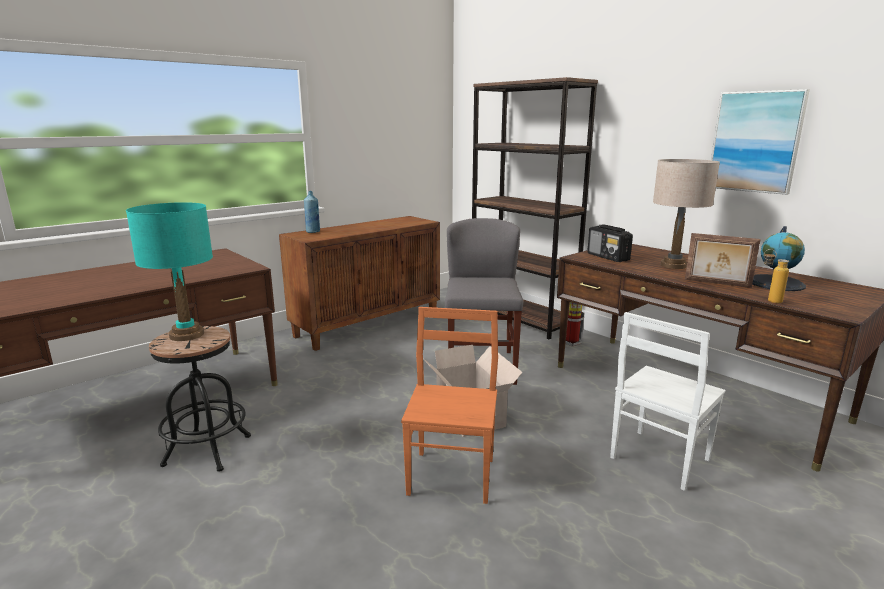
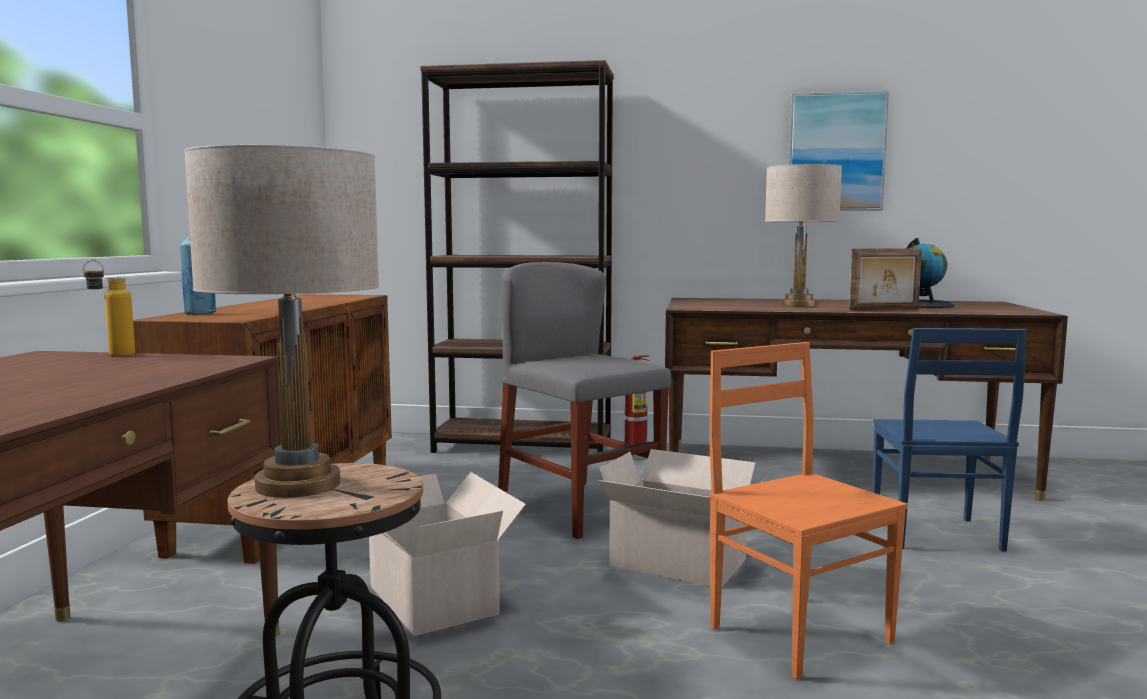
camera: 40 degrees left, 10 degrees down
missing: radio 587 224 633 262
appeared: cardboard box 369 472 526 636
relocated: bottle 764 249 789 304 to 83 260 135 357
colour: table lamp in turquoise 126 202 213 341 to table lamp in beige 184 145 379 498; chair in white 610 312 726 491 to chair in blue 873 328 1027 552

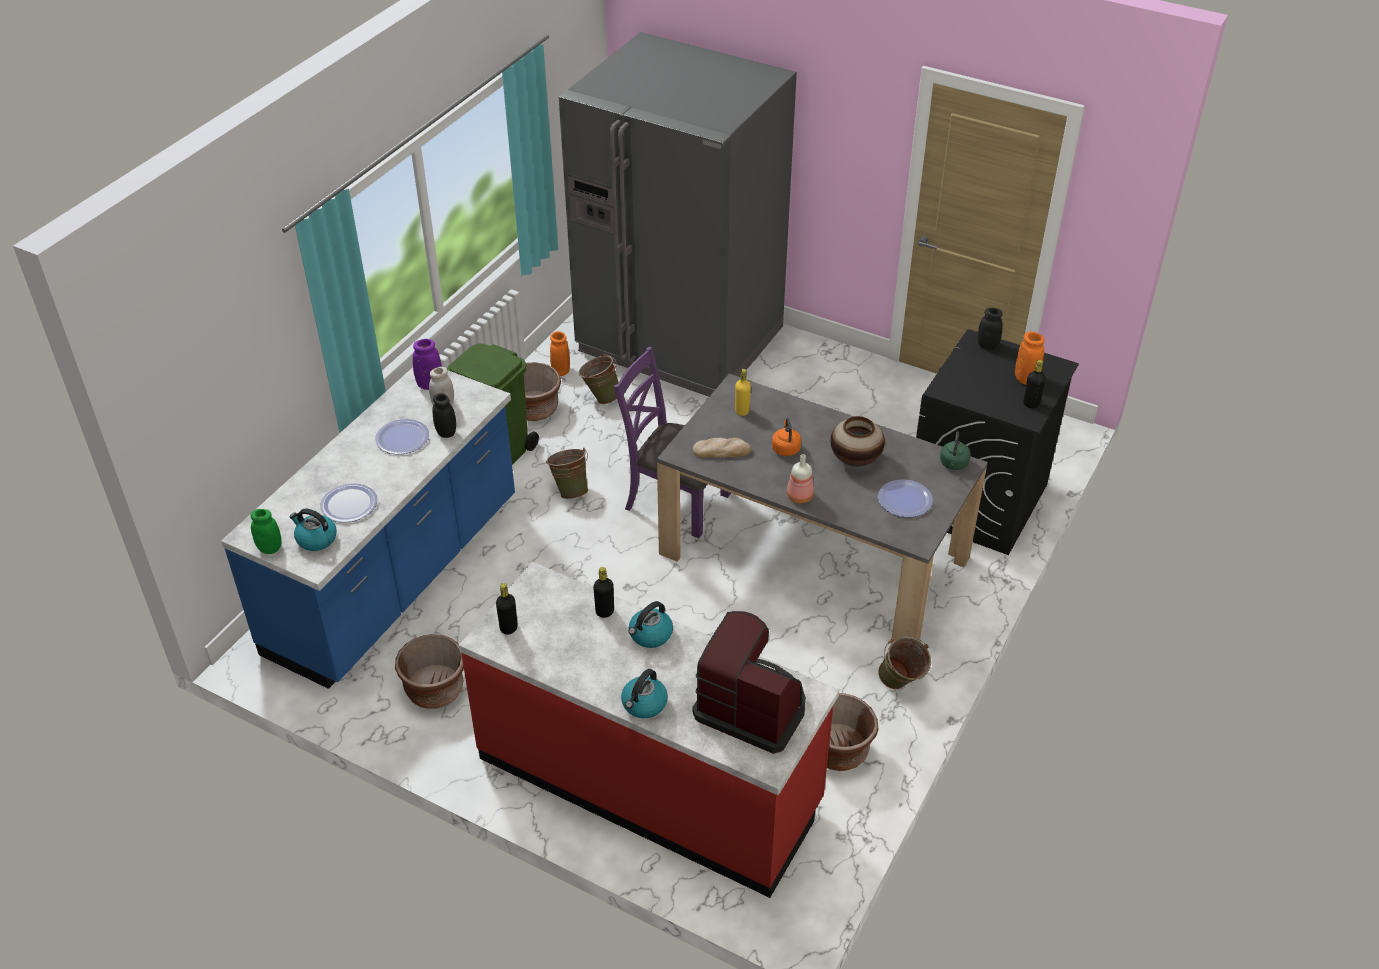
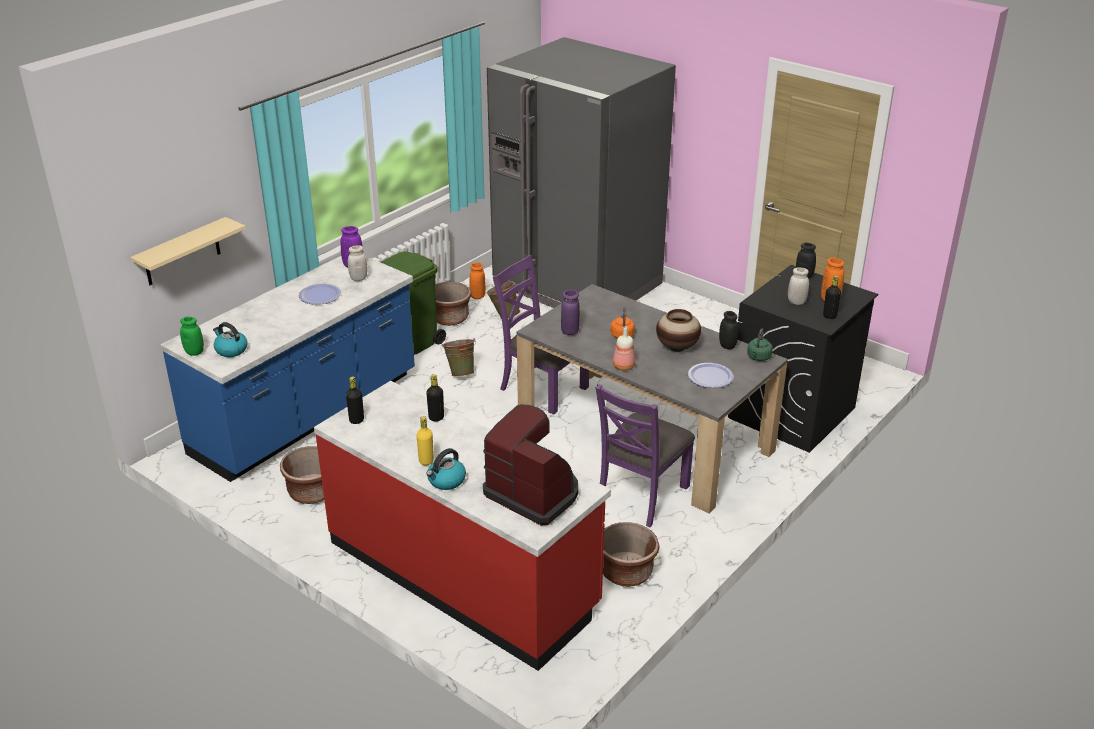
camera: 10 degrees right, 10 degrees down
missing: plate 320 483 377 523; kettle 629 601 673 648; bucket in green 878 636 931 689
appeared: shelf in beige 130 217 246 285; chair in purple 596 384 695 527; jar in white 788 267 809 305
relocated: jar in black 432 393 456 438 to 719 311 739 349; bottle in yellow 735 369 751 416 to 417 416 434 466
exchanged: bread 693 438 751 458 to vase in purple 561 289 580 335

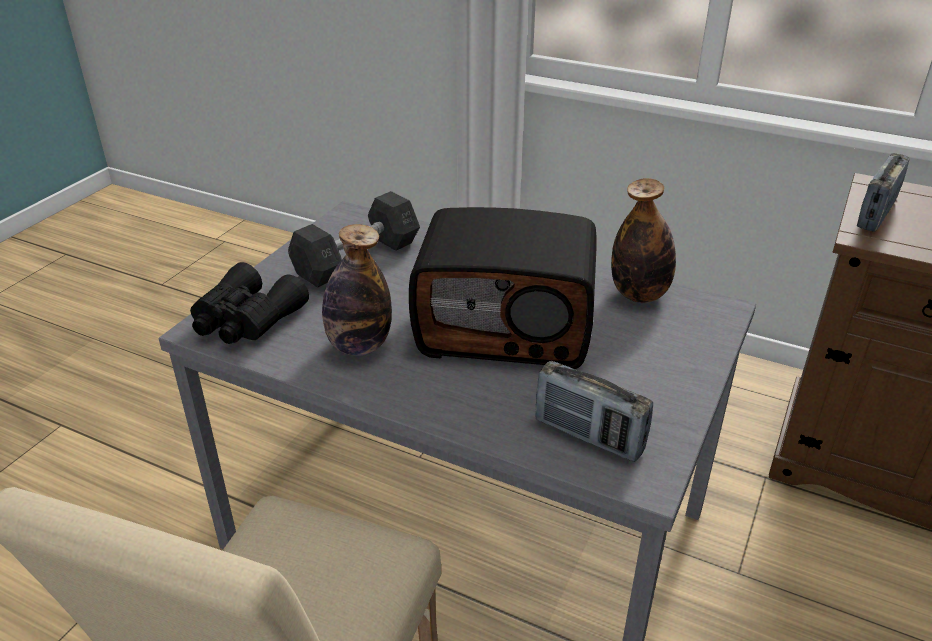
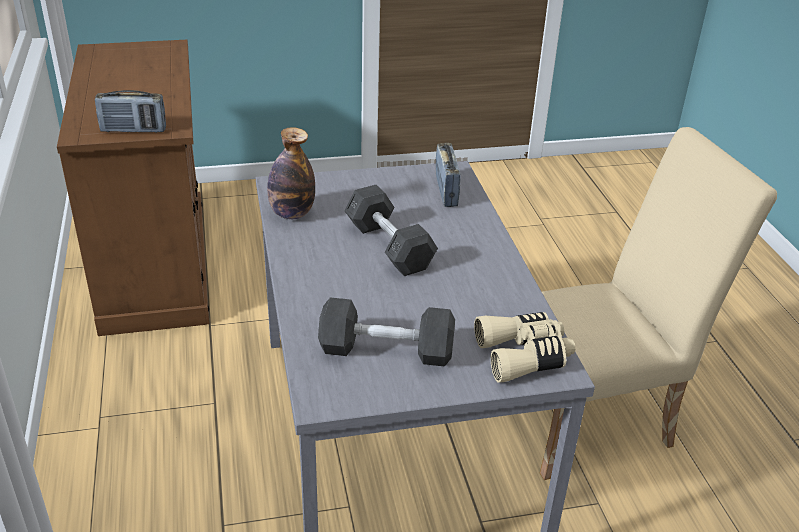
camera: 130 degrees left, 0 degrees up
missing: bottle 322 224 392 356
exchanged: radio 409 207 597 369 to dumbbell in grey 344 185 438 276
colour: binoculars in black 190 262 309 344 to binoculars in beige 474 312 575 383

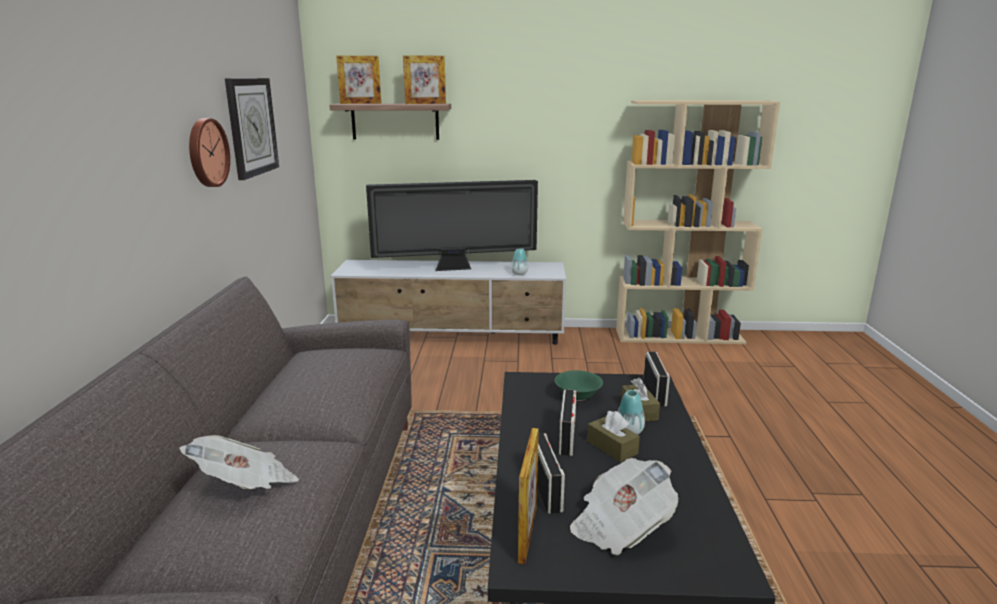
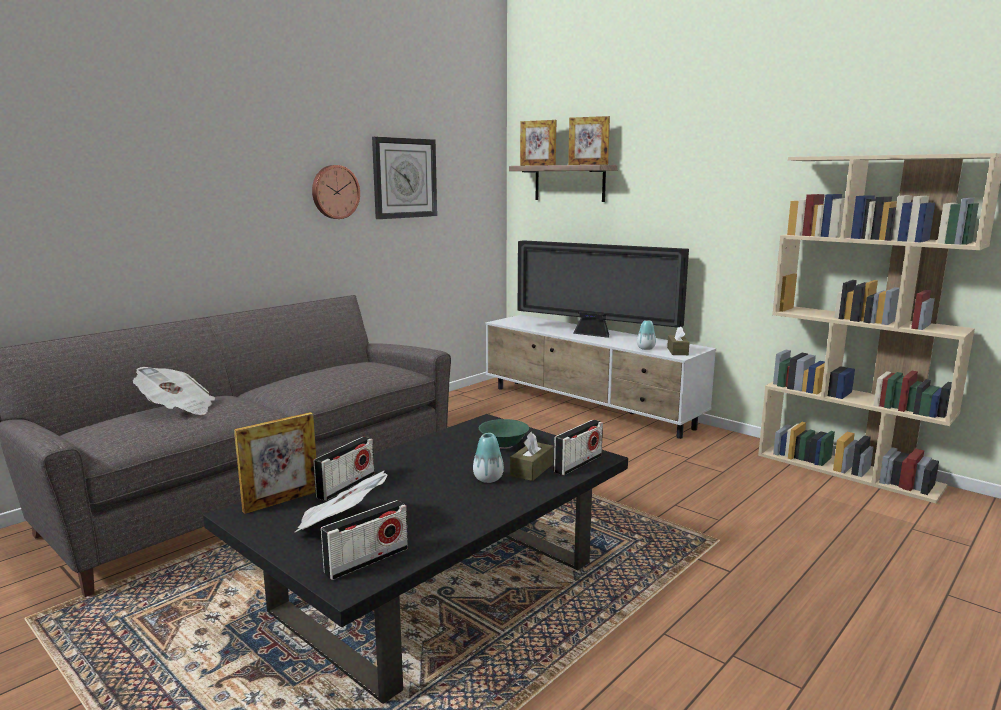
camera: 40 degrees right, 5 degrees down
relocated: radio 558 389 576 456 to 321 500 408 580; tissue box in brown 587 411 640 462 to 667 326 689 355

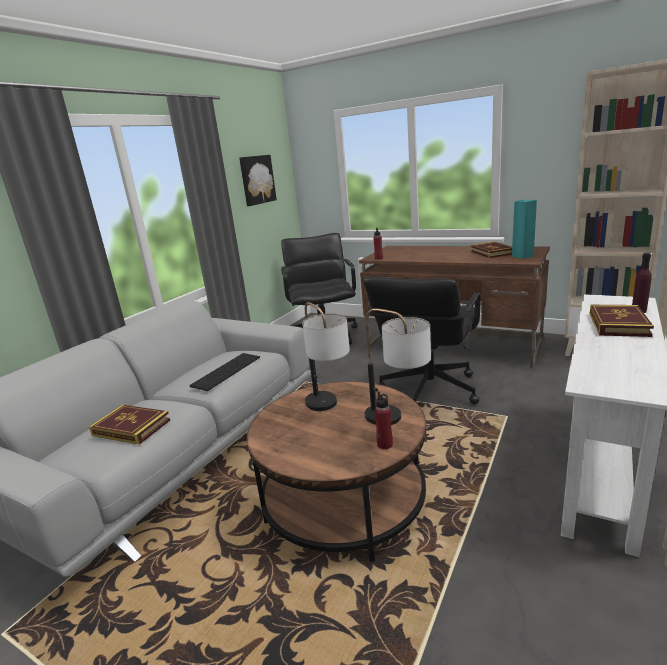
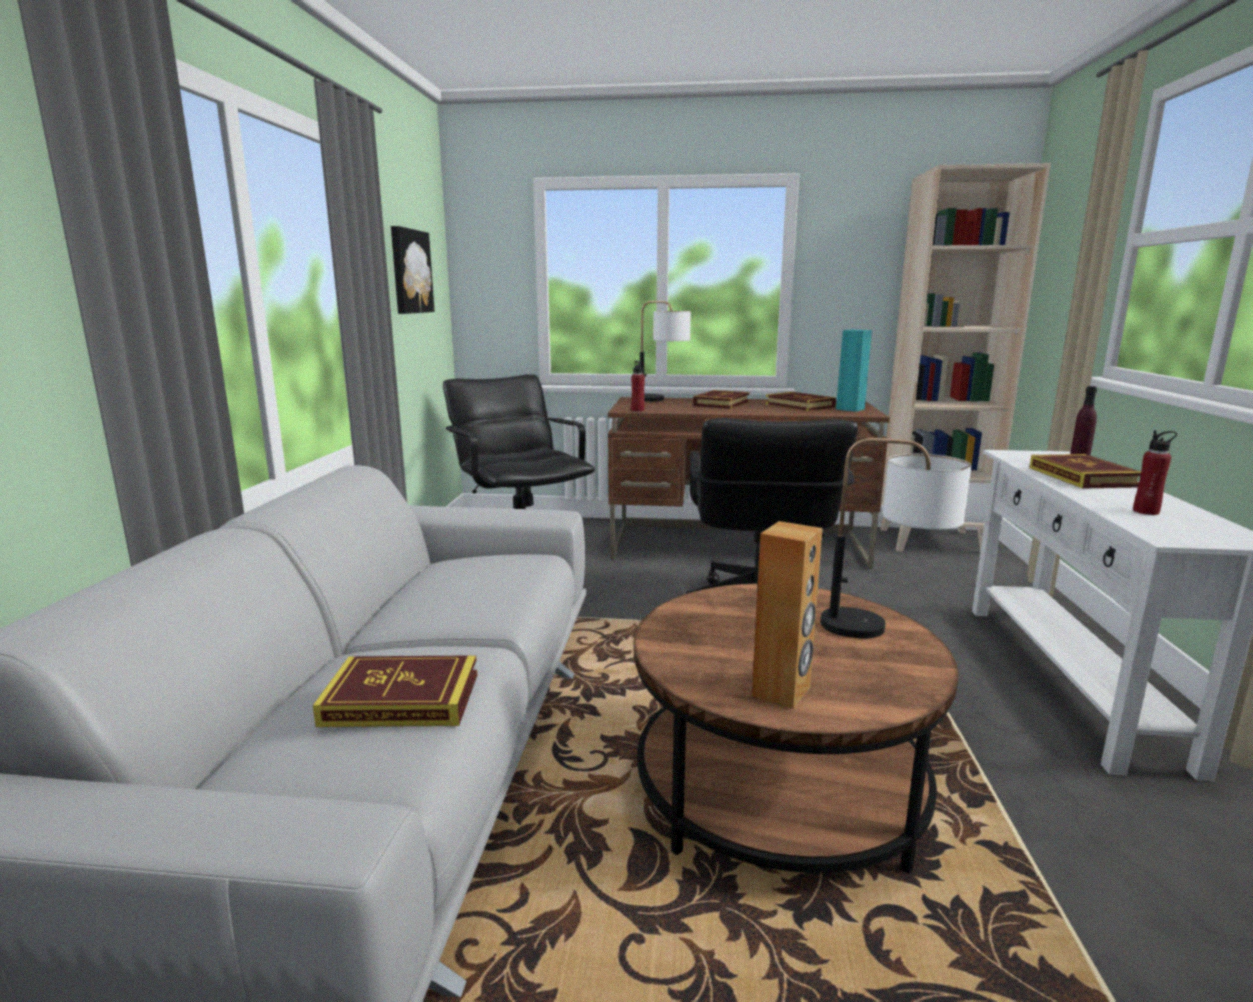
camera: 25 degrees left, 5 degrees down
missing: keyboard 189 353 260 391
appeared: book 693 390 750 409; speaker in brown 752 521 823 709
relocated: table lamp 302 302 350 411 to 640 301 691 402; bottle in red 375 392 393 449 to 1133 430 1177 515

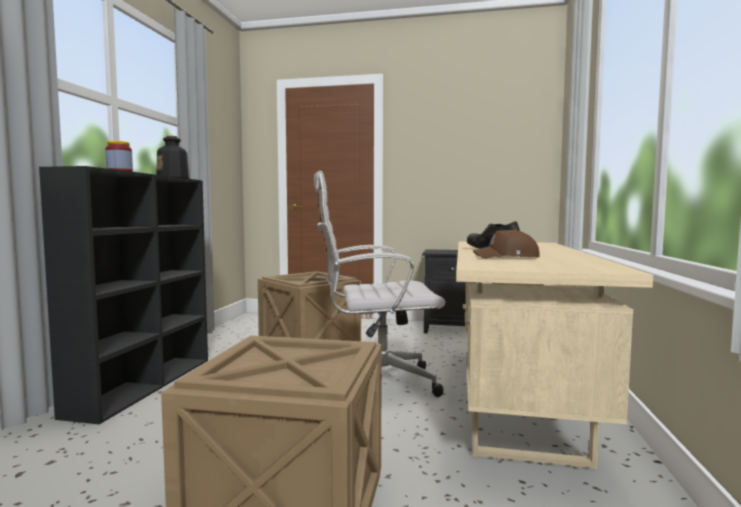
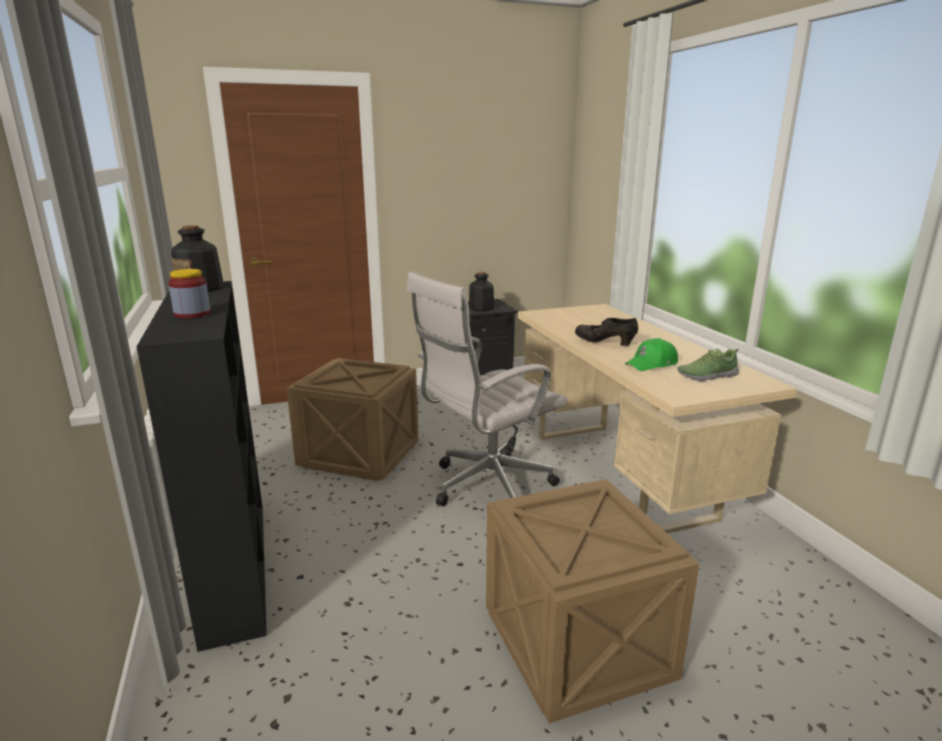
camera: 30 degrees left, 15 degrees up
appeared: bottle 469 272 494 311; shoe 678 349 739 381
colour: cap in brown 473 229 539 258 to cap in green 625 338 678 371

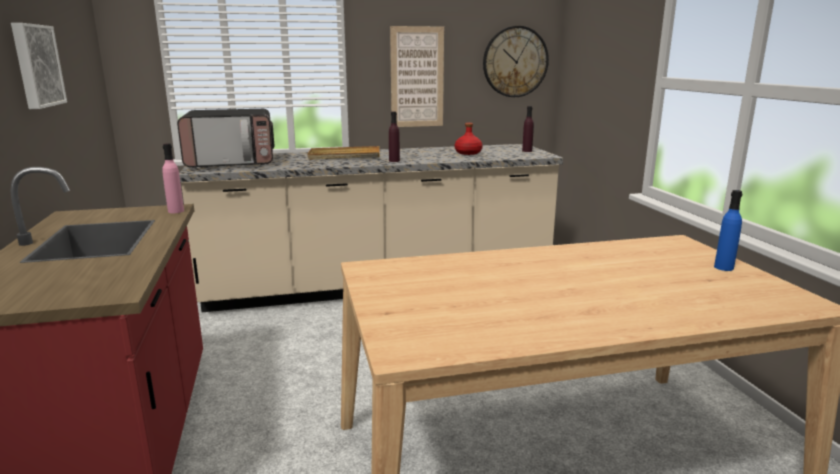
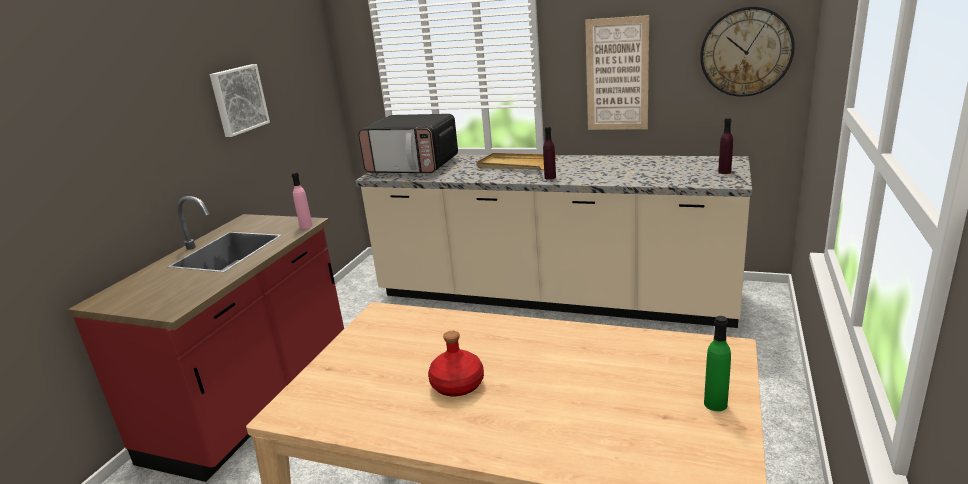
camera: 35 degrees right, 5 degrees up
relocated: bottle in red 455 123 483 155 to 428 331 484 396
colour: bottle in blue 714 190 742 271 to bottle in green 704 316 731 411

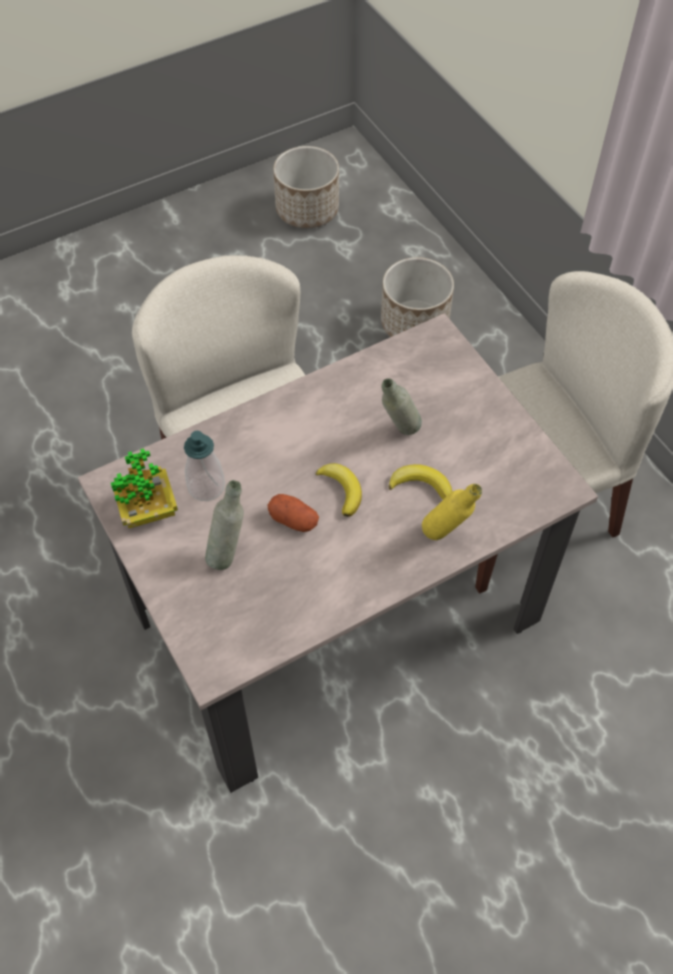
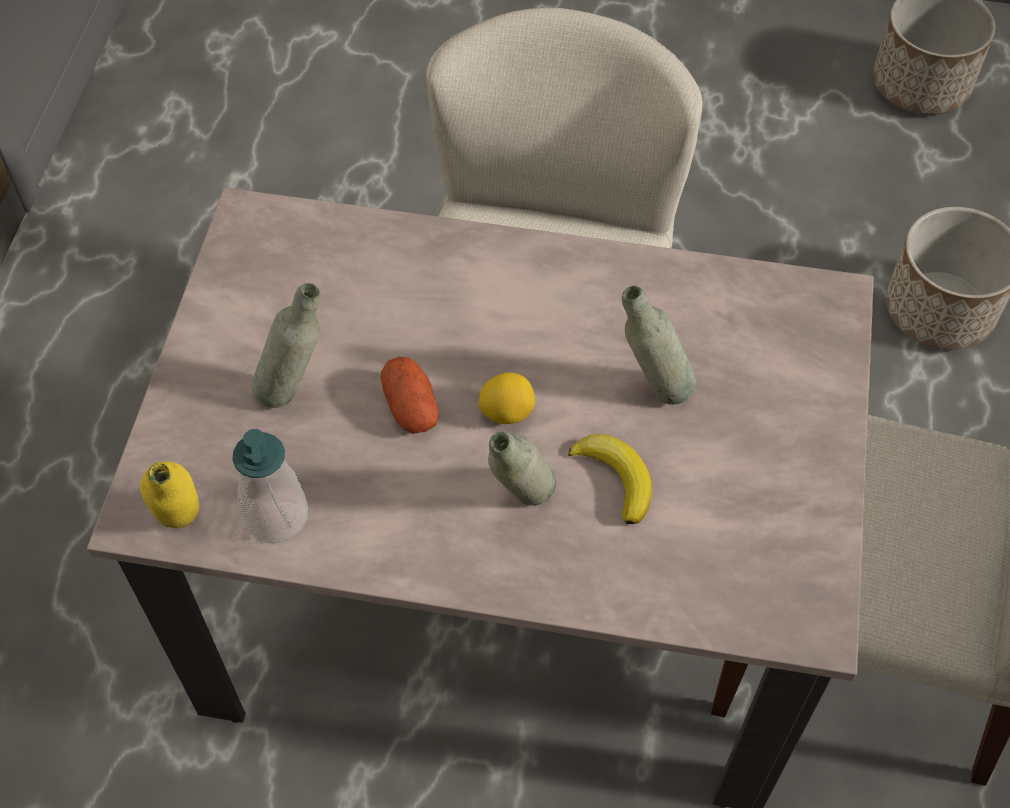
camera: 40 degrees right, 0 degrees up
missing: potted plant 111 448 178 528
appeared: bottle in grey 488 432 556 505
relocated: soap dispenser 184 431 225 501 to 232 429 308 543; bottle in yellow 422 484 482 540 to 140 462 199 528
exchanged: banana 316 463 362 517 to lemon 479 372 535 424

